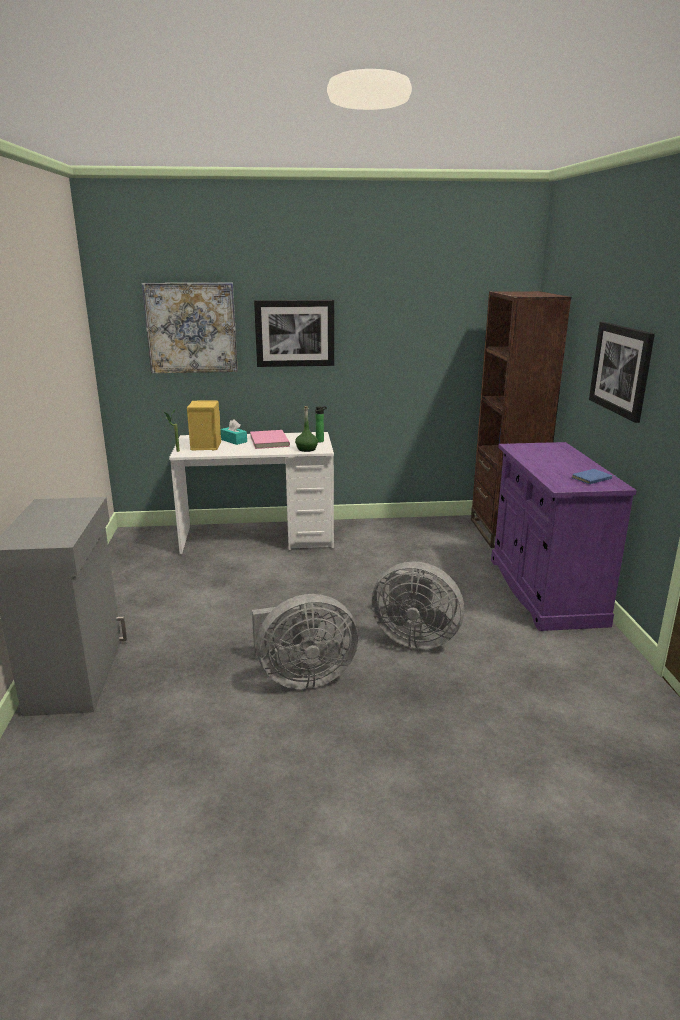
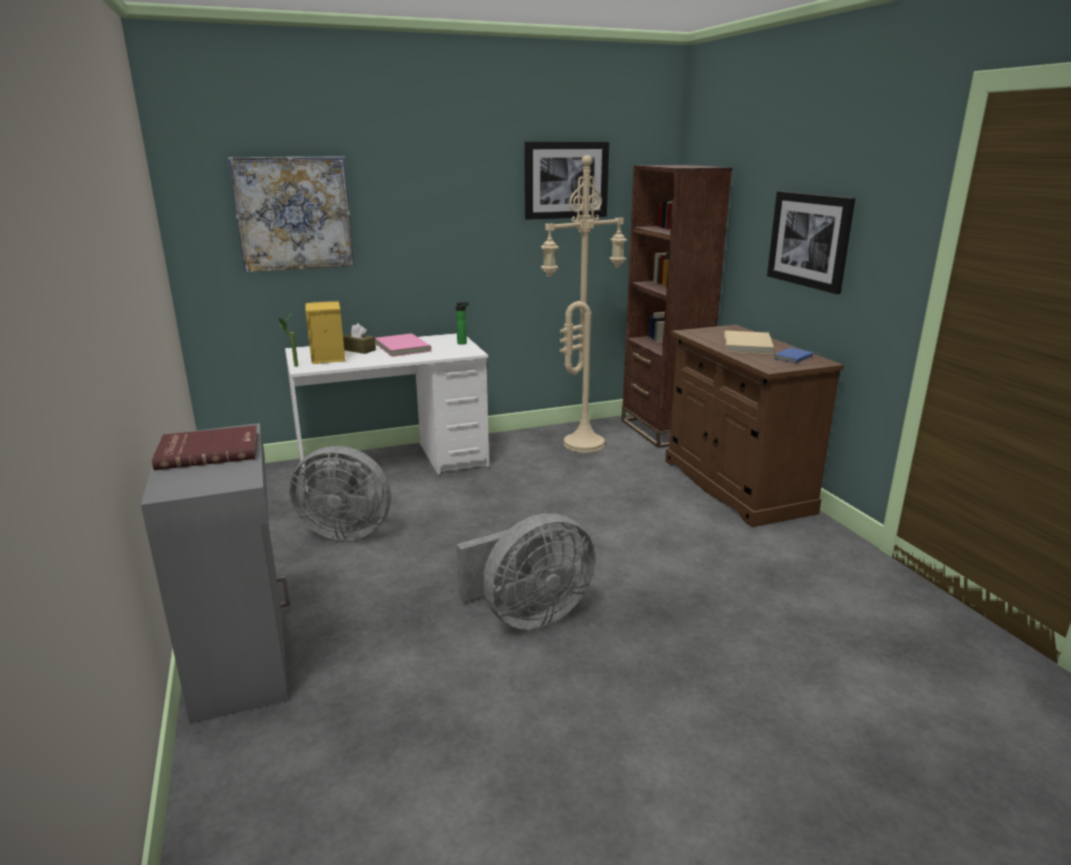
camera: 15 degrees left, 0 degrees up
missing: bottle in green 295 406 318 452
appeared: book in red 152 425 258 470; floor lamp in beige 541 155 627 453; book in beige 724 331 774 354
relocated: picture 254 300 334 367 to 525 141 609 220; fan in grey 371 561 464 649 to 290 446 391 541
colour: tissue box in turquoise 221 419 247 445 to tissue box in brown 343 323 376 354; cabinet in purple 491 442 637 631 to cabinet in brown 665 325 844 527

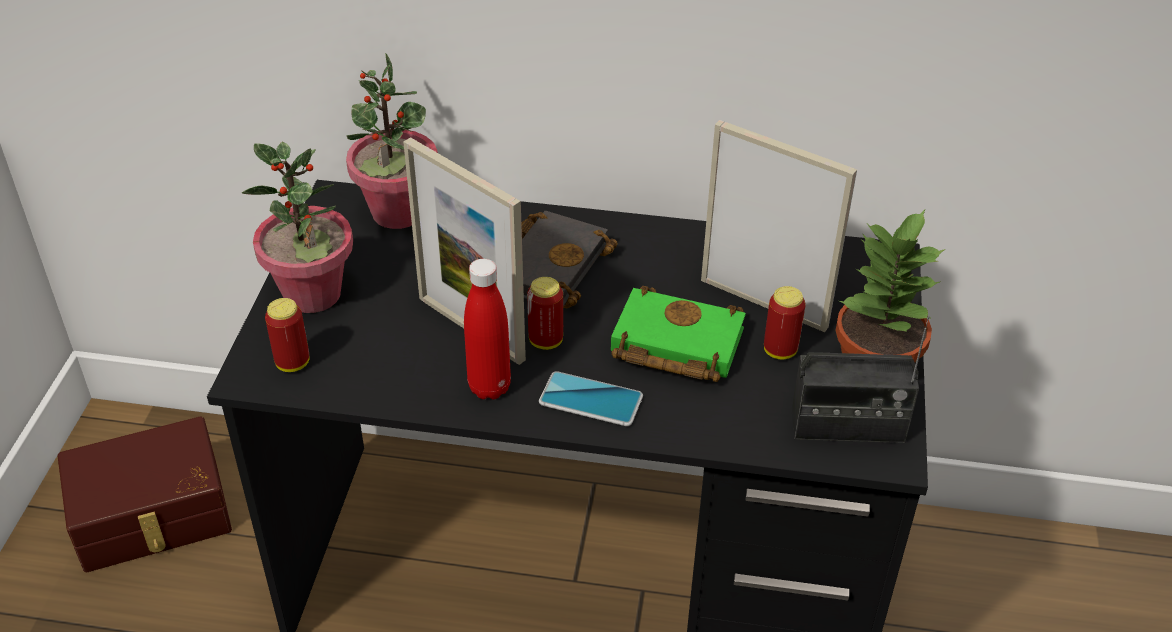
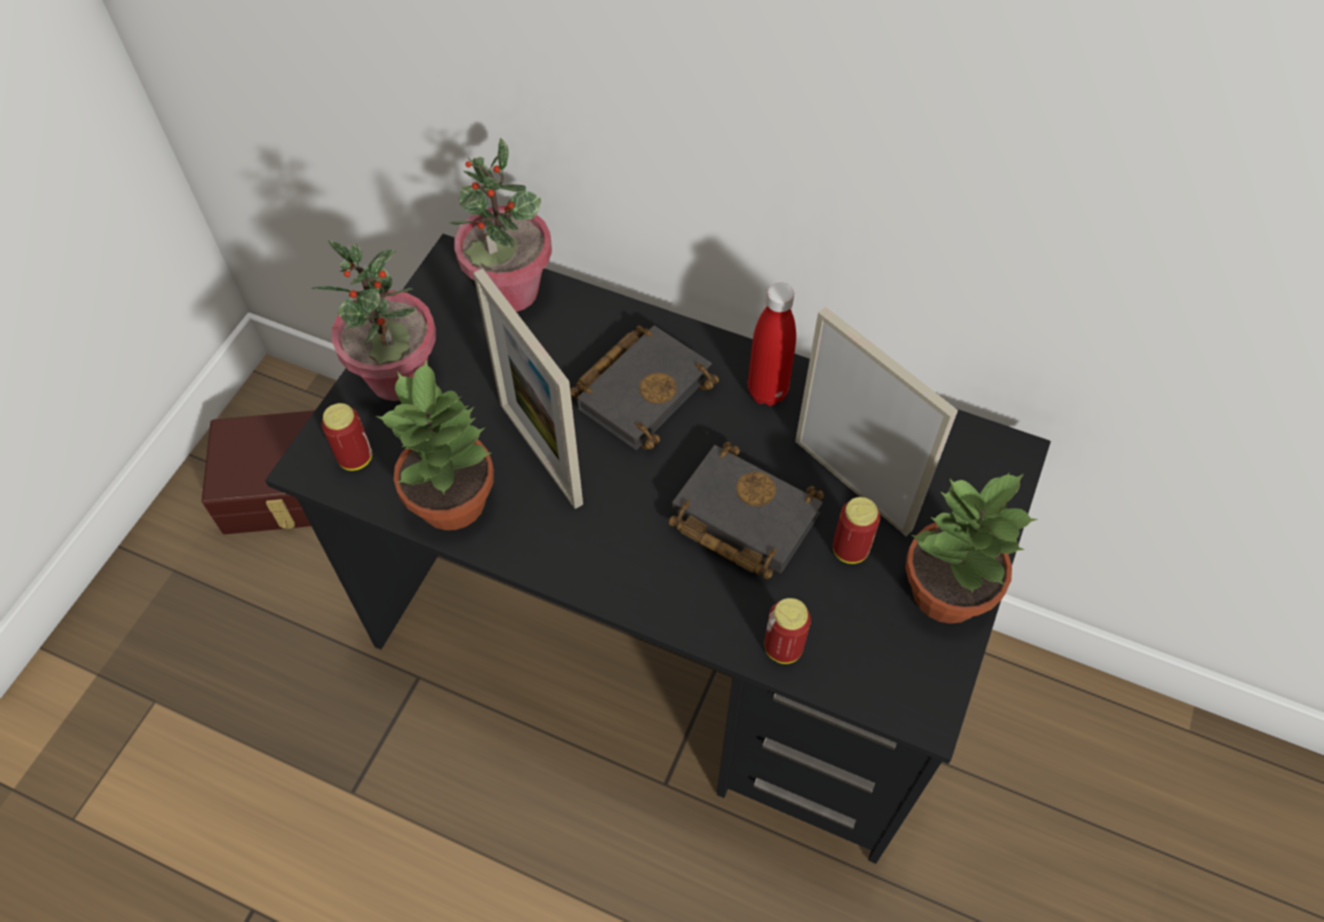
camera: 15 degrees right, 15 degrees up
missing: phone 539 371 643 426; radio 791 316 929 443
appeared: potted plant 376 360 494 530
relocated: bottle in red 464 259 511 400 to 748 282 796 406; can 527 277 563 350 to 764 598 811 664
colour: book in green 611 286 746 382 to book in black 669 442 824 579

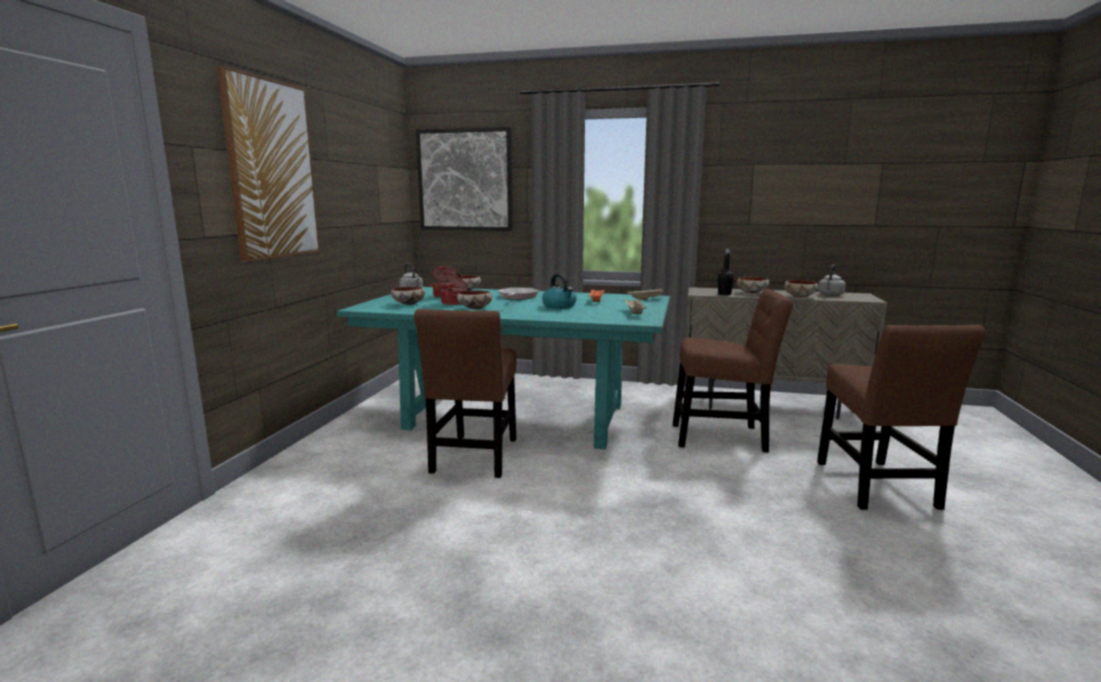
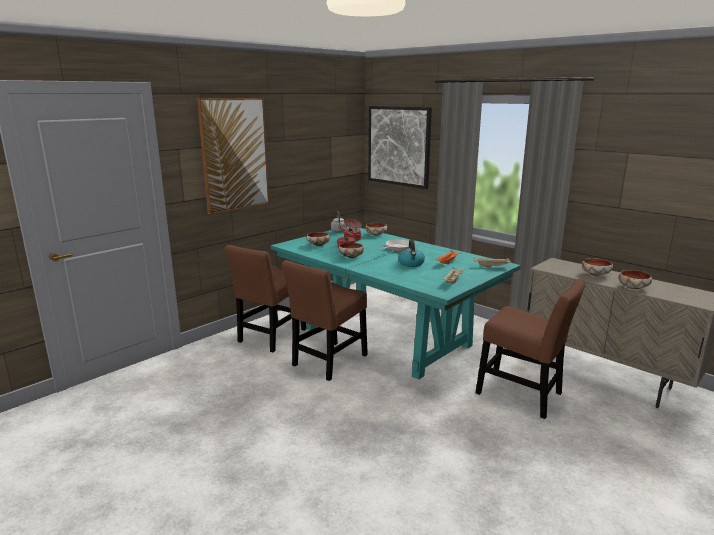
camera: 30 degrees right, 5 degrees up
missing: bottle in black 718 249 734 295; kettle in grey 818 264 846 296
relocated: chair in brown 817 325 986 510 to 225 245 306 352

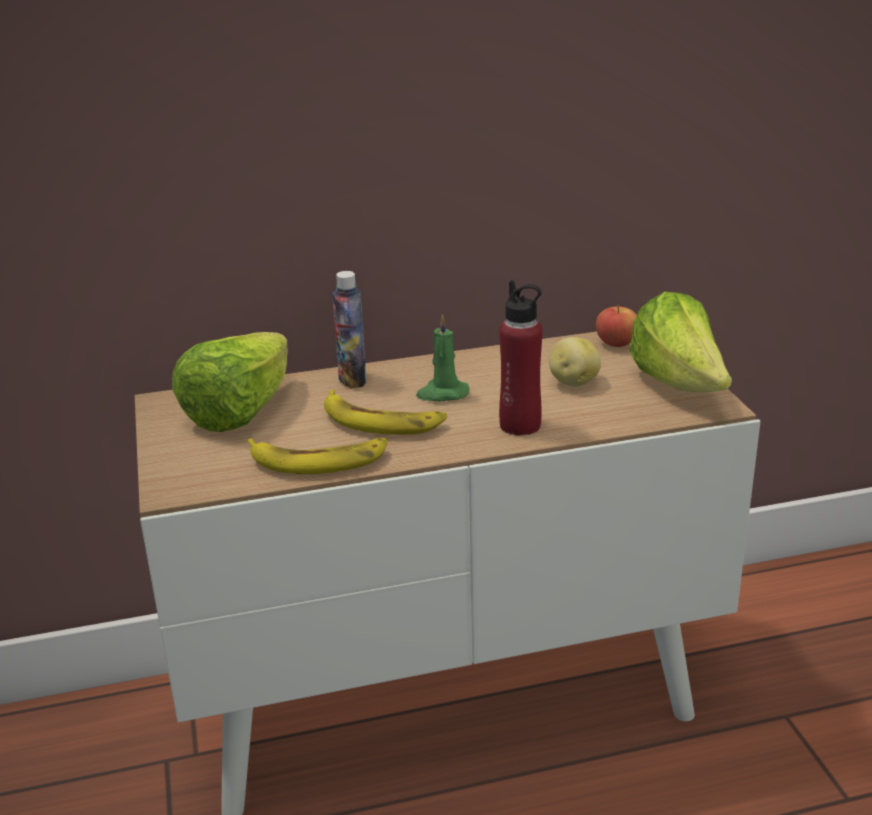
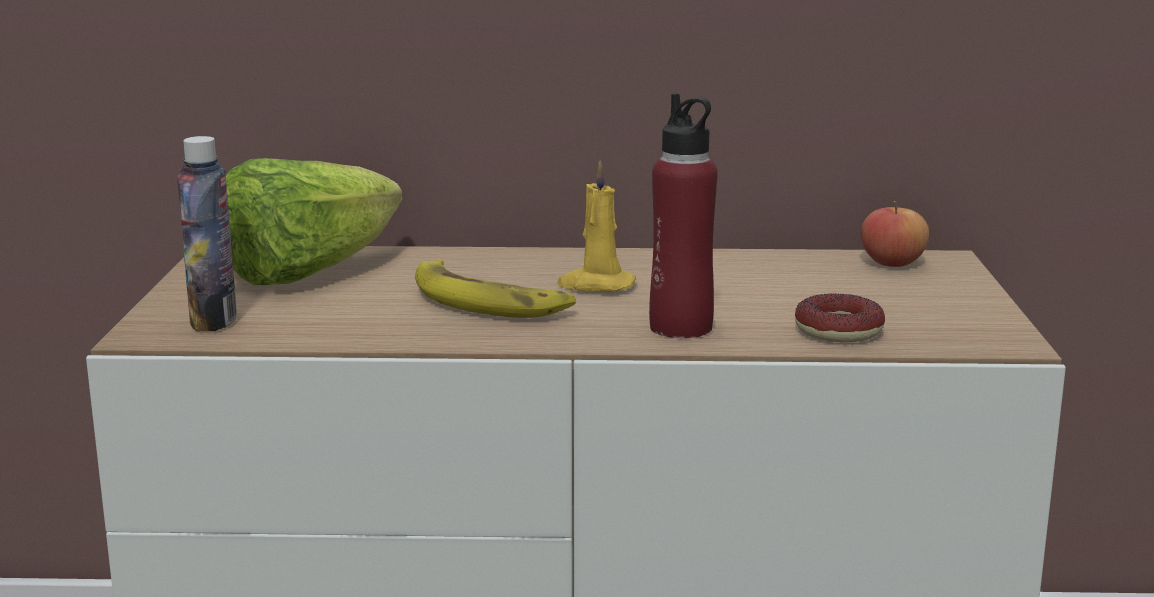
camera: 15 degrees right, 10 degrees down
missing: banana 247 438 388 474; potato 549 337 601 387; lettuce 629 292 732 392
appeared: donut 795 293 885 343
relocated: bottle 332 271 367 389 to 177 136 237 331
colour: candle in green 416 314 469 401 to candle in yellow 557 160 636 291

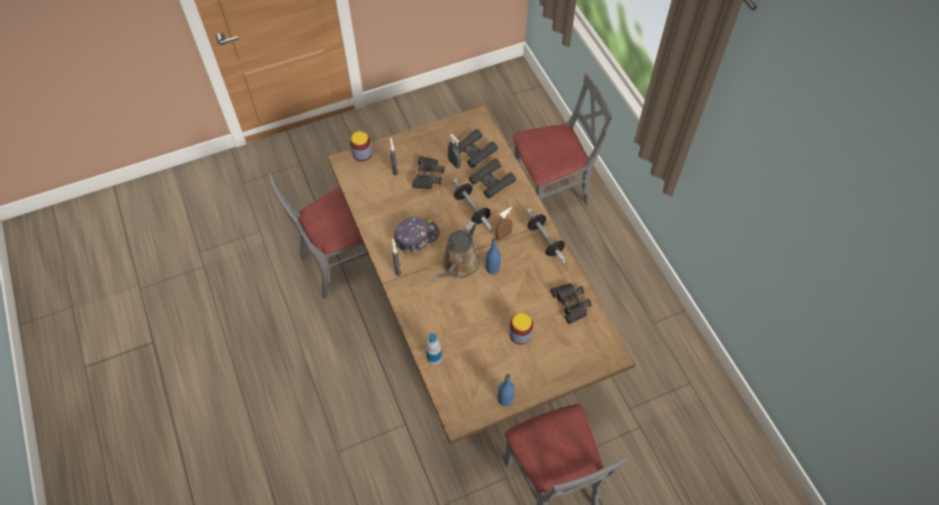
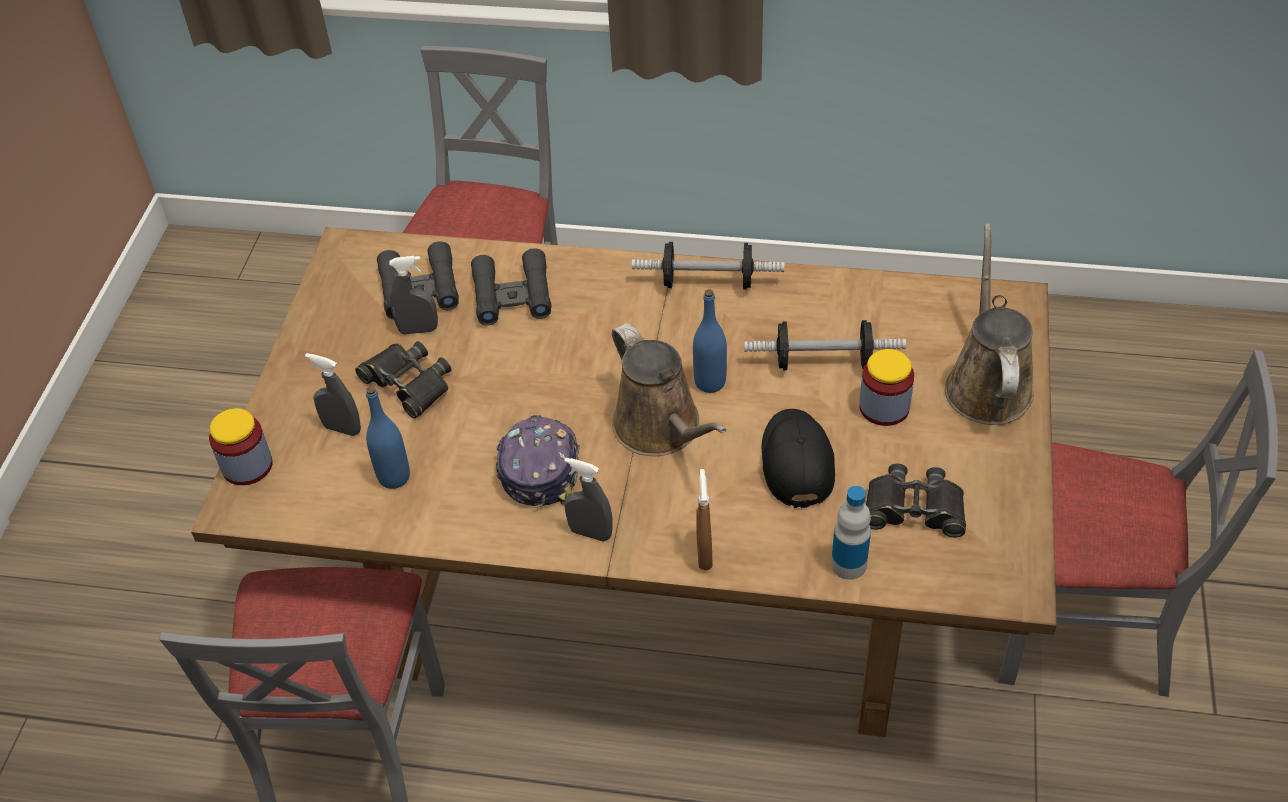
camera: 55 degrees left, 10 degrees down
appeared: cap in black 762 409 835 508; watering can in brown 945 224 1034 425
relocated: dumbbell 453 179 492 230 to 744 320 906 370; spray bottle in brown 495 207 513 240 to 696 469 713 570; bottle in blue 498 374 515 407 to 366 386 410 489; binoculars in black 551 283 592 324 to 866 464 966 538

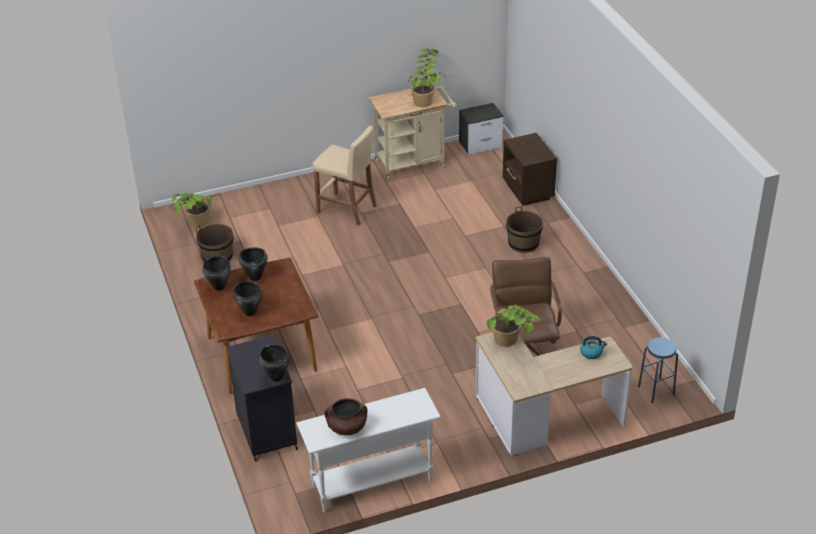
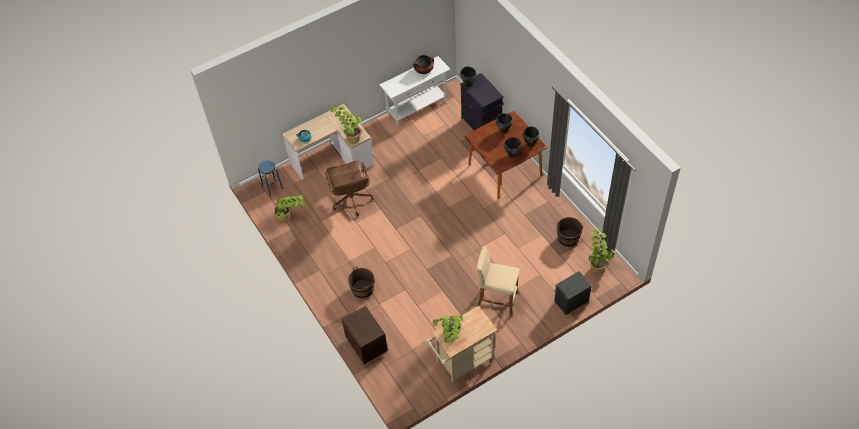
camera: 170 degrees right, 15 degrees up
appeared: potted plant 273 196 305 222
relocated: nightstand 459 103 503 155 to 554 271 592 315

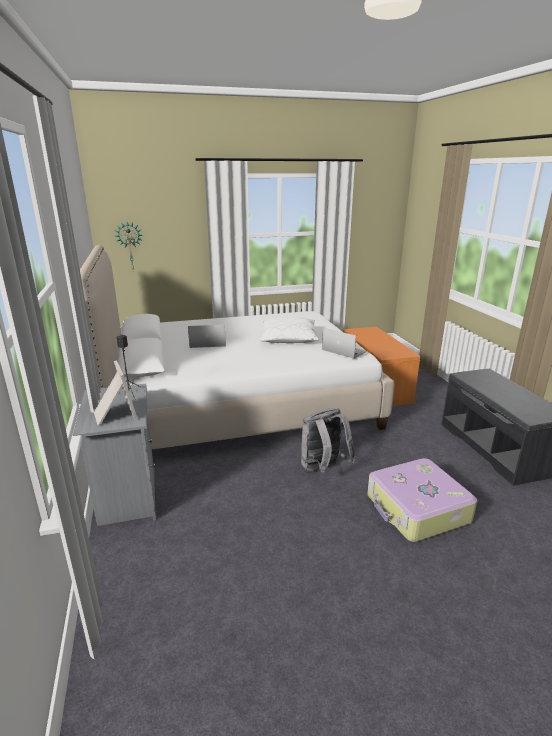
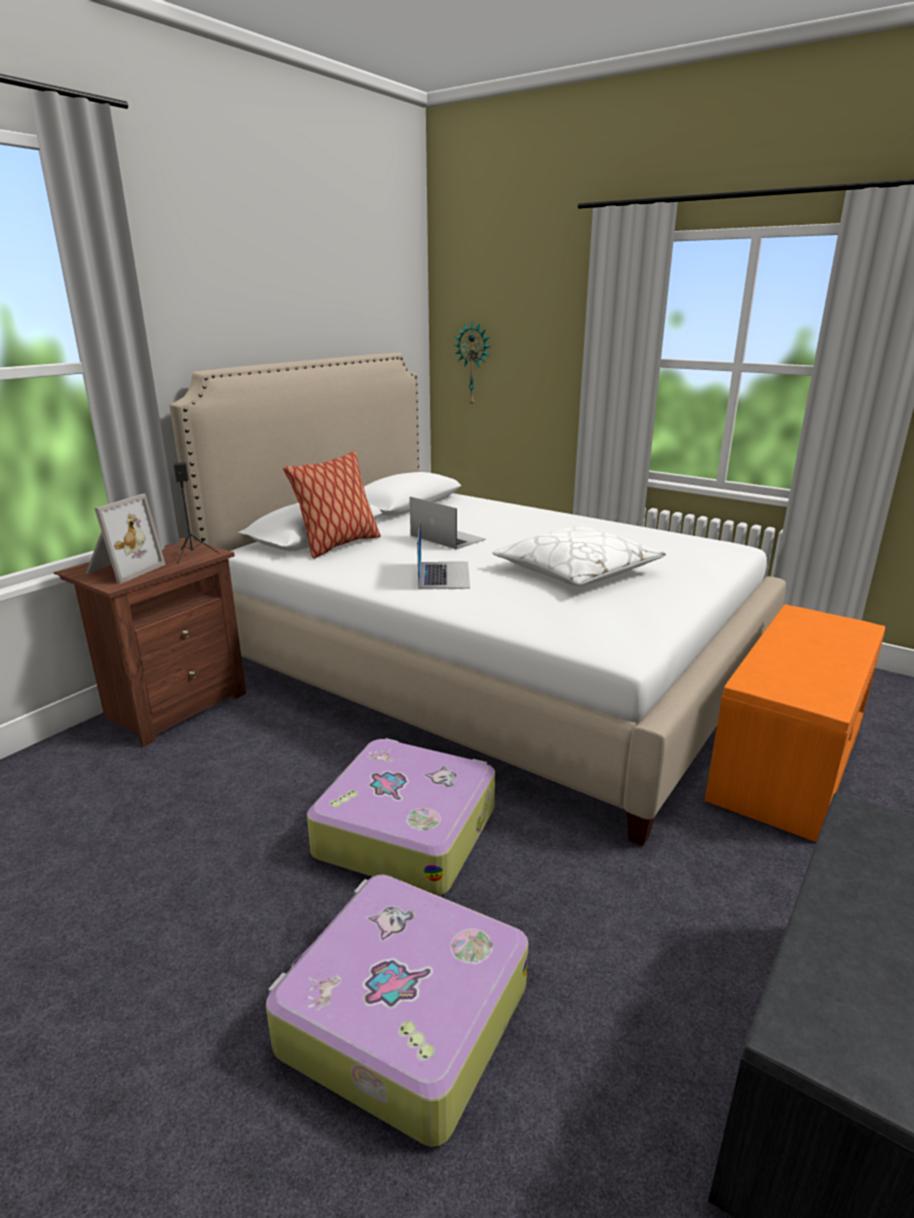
camera: 50 degrees right, 0 degrees up
appeared: pillow 283 451 381 558
relocated: laptop 322 328 367 359 to 417 521 470 589
exchanged: backpack in grey 301 408 356 473 to suitcase 307 738 495 896
colour: nightstand in grey 73 384 156 526 to nightstand in brown 54 537 246 747

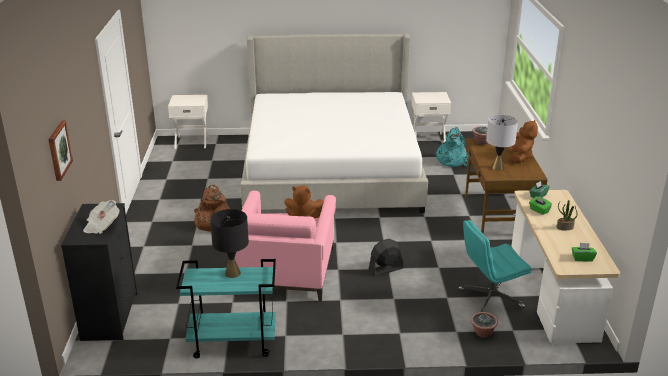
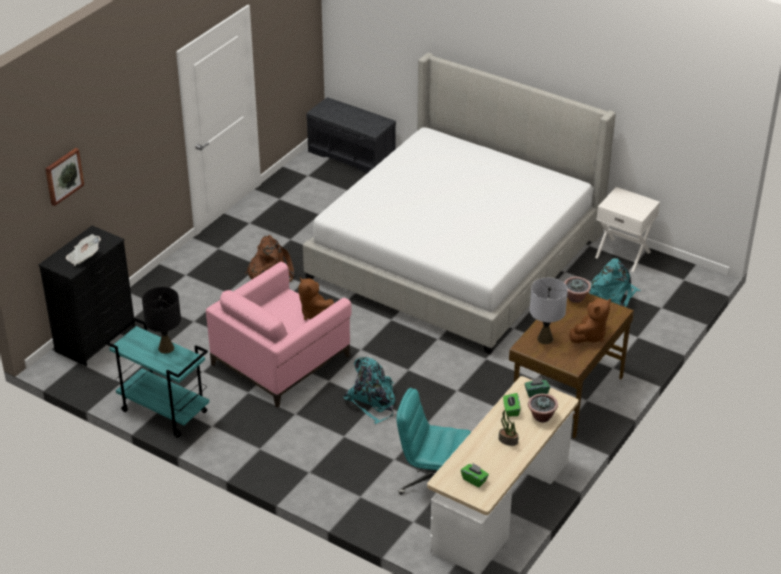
camera: 35 degrees right, 10 degrees up
relocated: potted plant 471 312 498 338 to 528 394 558 423
exchanged: nightstand in white 168 95 209 149 to bench in grey 306 97 396 173; fan in black 368 239 403 276 to backpack in turquoise 344 357 395 424

